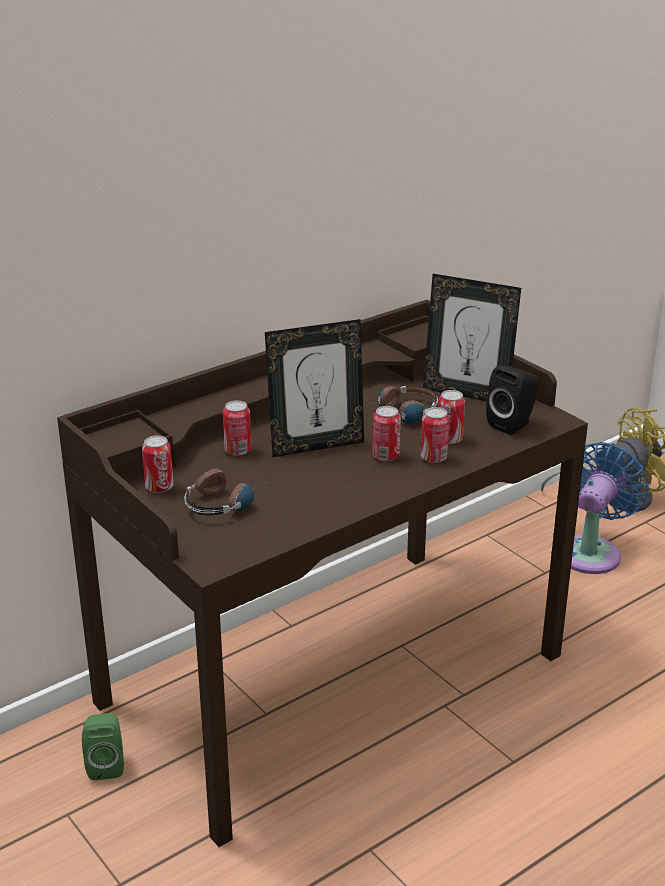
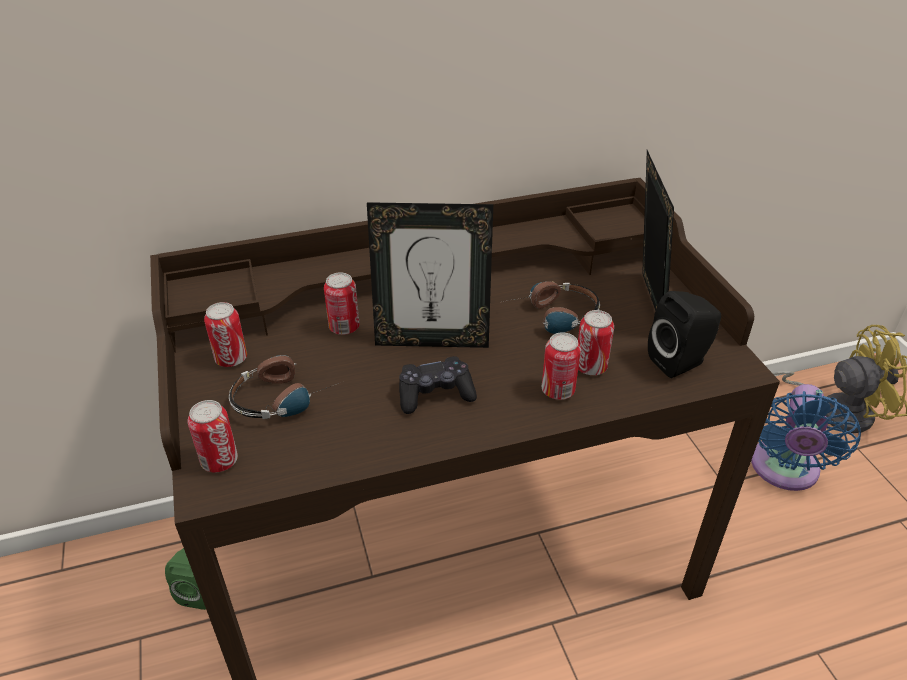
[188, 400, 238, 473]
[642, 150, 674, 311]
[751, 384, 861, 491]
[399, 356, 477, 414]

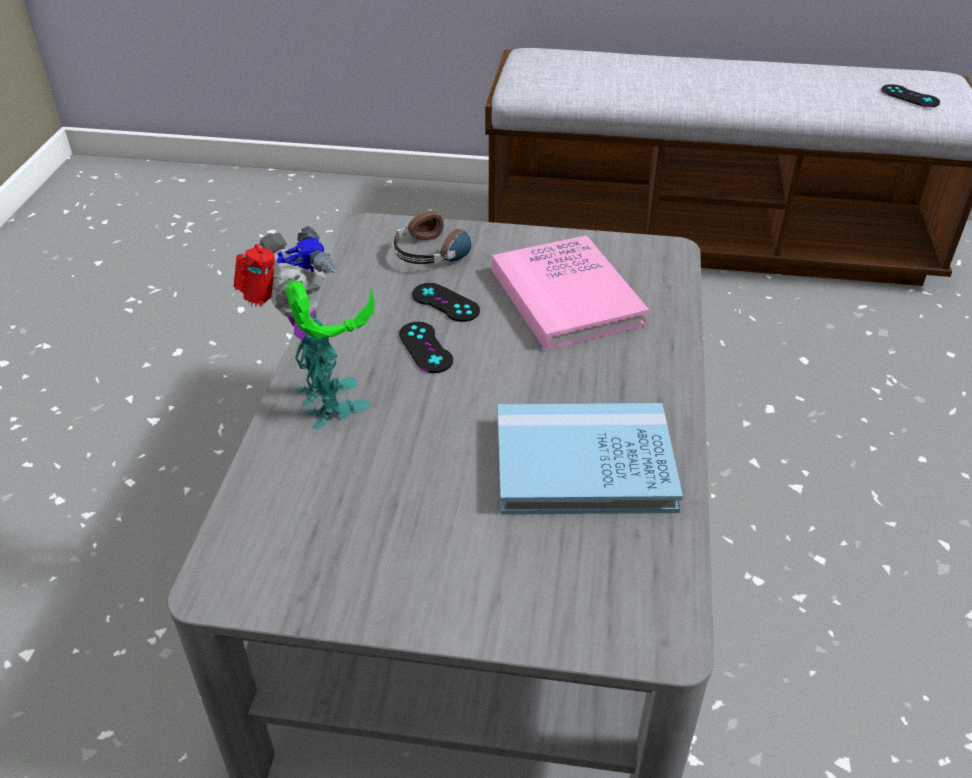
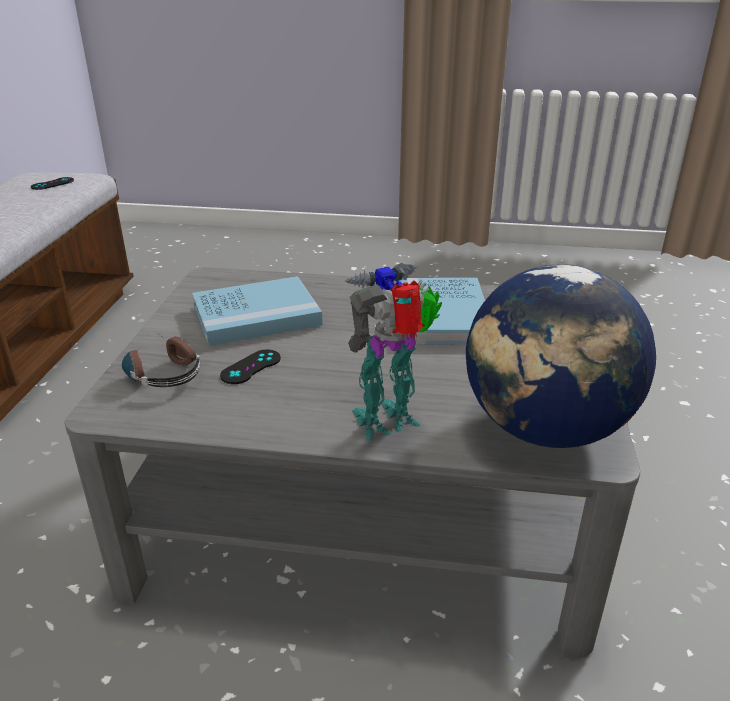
[399, 322, 453, 373] (first image)
[192, 276, 323, 346]
[466, 264, 656, 448]

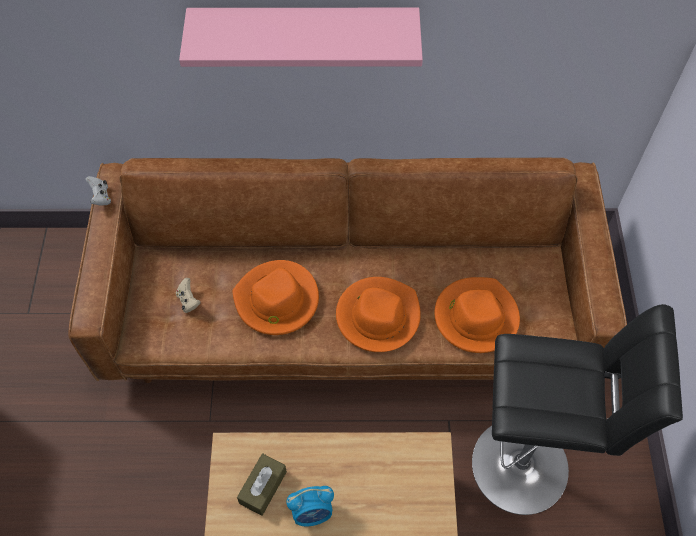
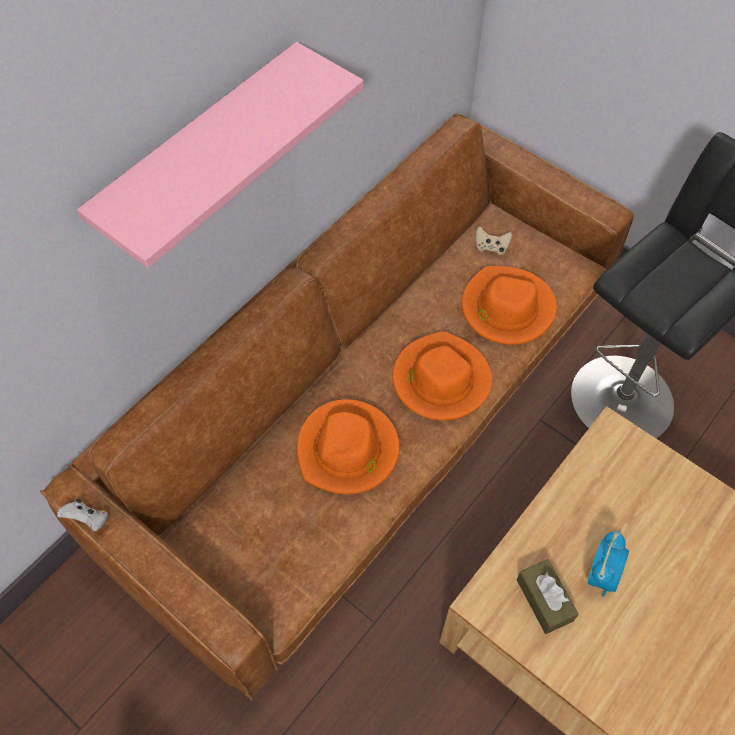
[476, 226, 512, 255]

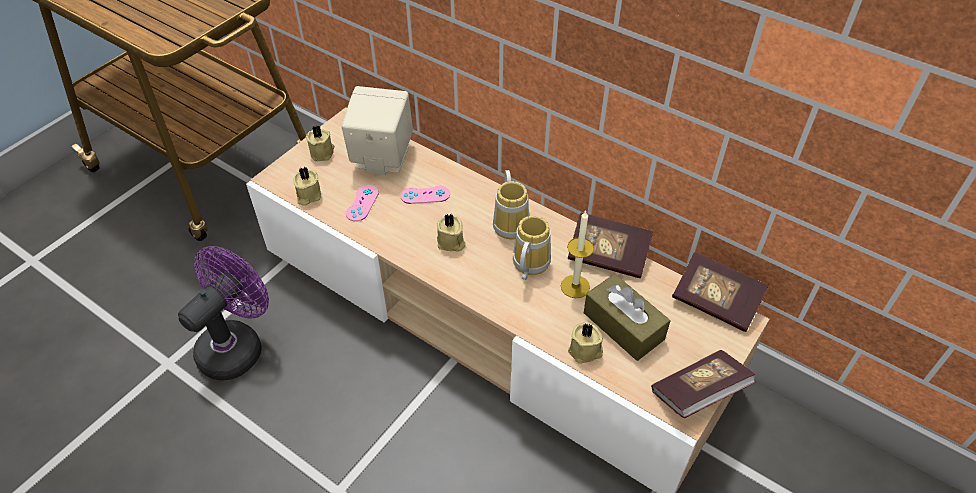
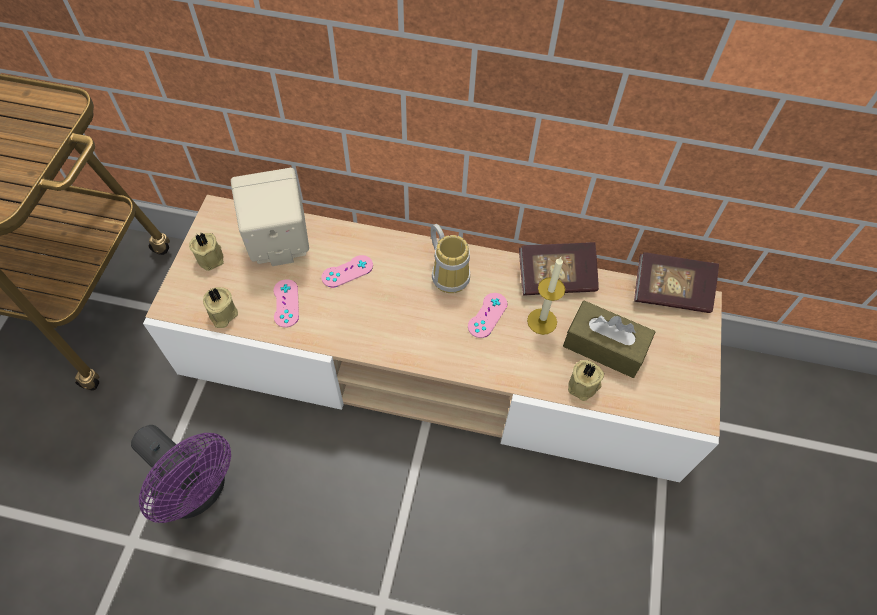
[131, 425, 231, 523]
[437, 214, 466, 252] (first image)
[468, 293, 507, 338]
[651, 350, 756, 418] (first image)

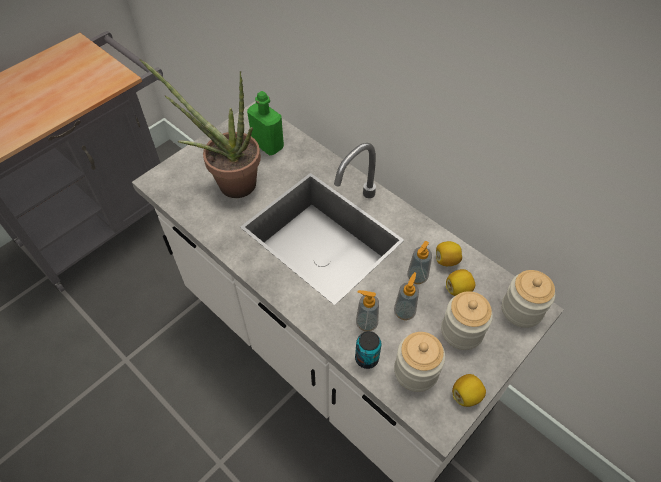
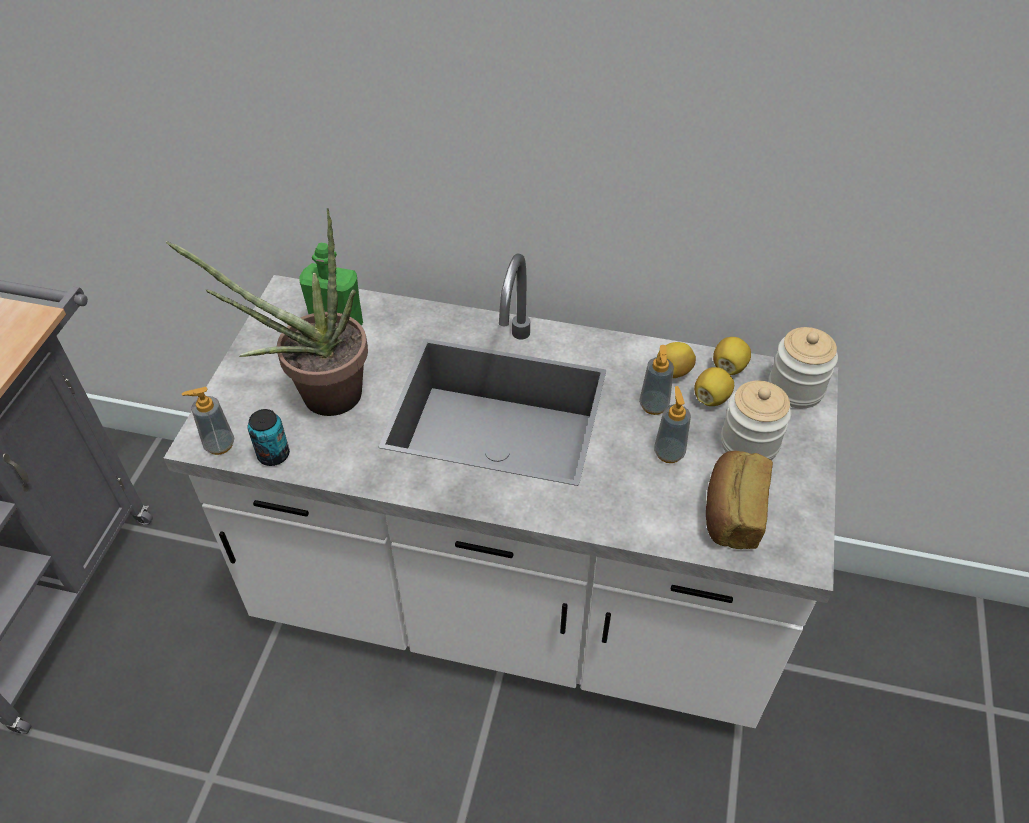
[248, 409, 290, 466]
[182, 387, 234, 455]
[706, 451, 773, 549]
[713, 337, 751, 375]

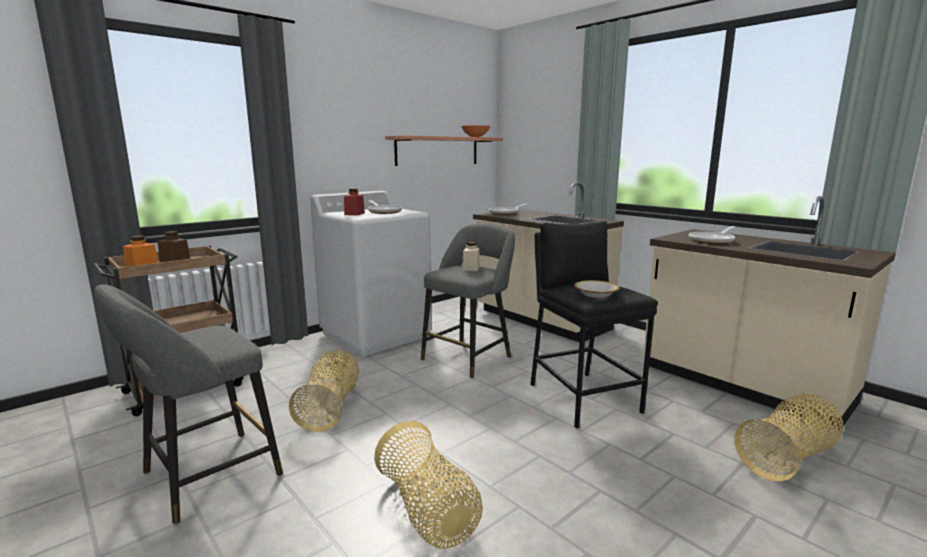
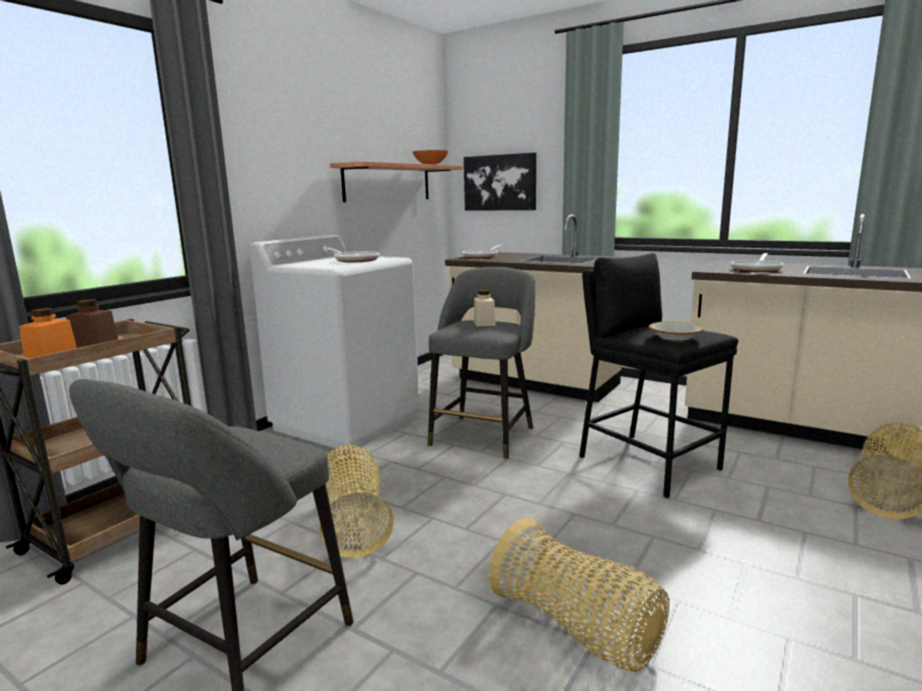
[344, 188, 365, 216] (first image)
[464, 153, 536, 211]

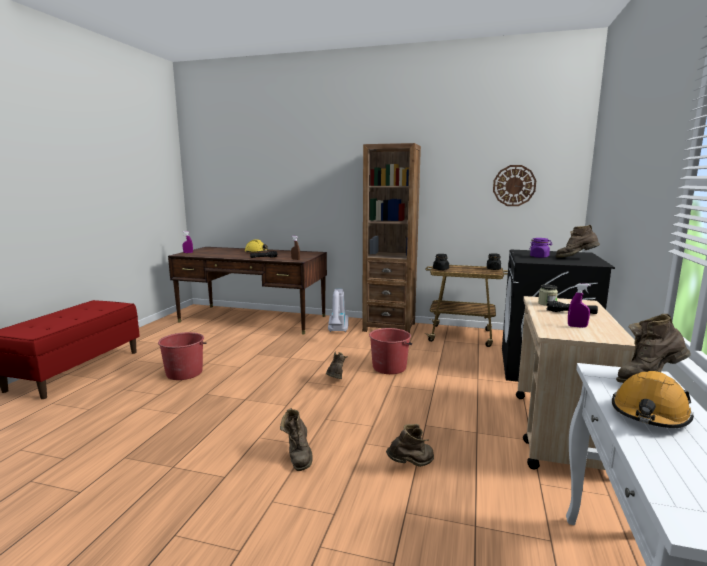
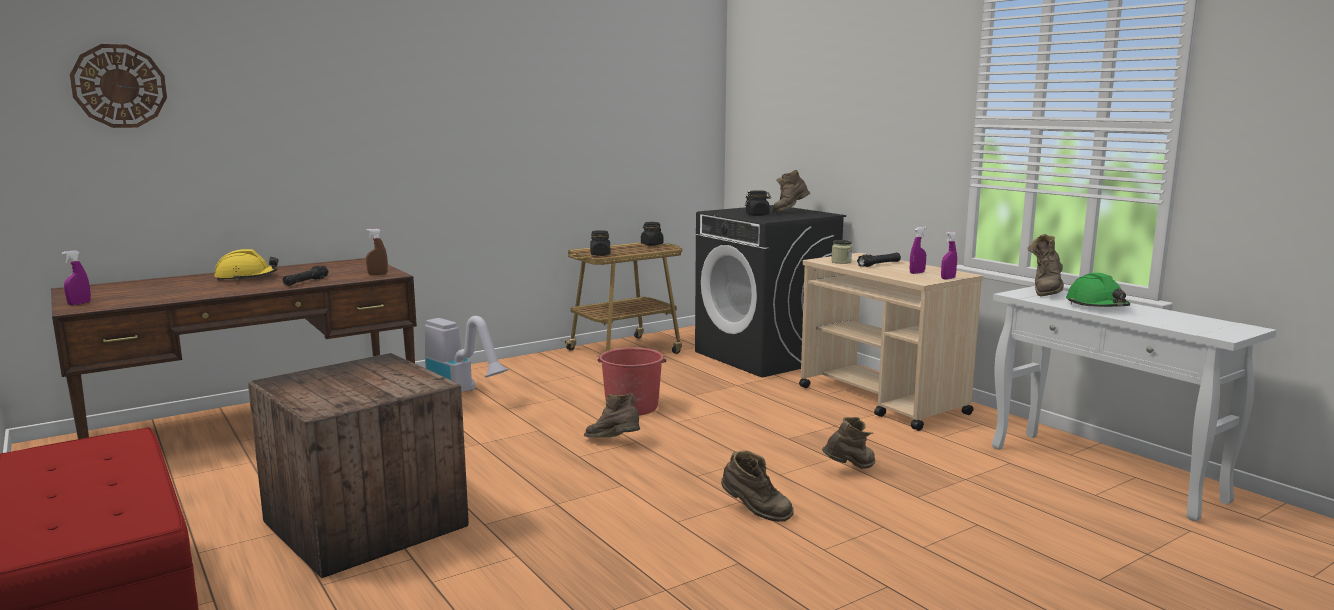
[248, 353, 469, 578]
[362, 143, 421, 333] (first image)
[822, 417, 875, 469]
[70, 44, 167, 128]
[745, 190, 771, 216]
[1066, 273, 1130, 307]
[941, 231, 957, 279]

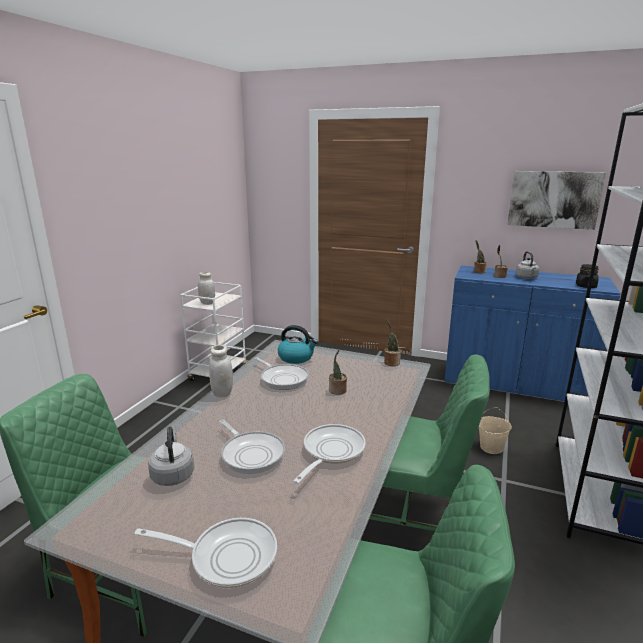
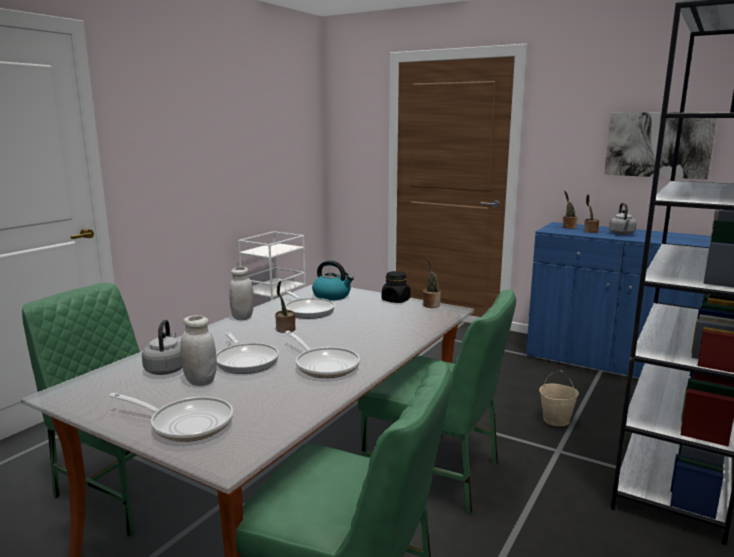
[180, 315, 217, 386]
[285, 331, 360, 378]
[275, 280, 296, 333]
[382, 271, 411, 303]

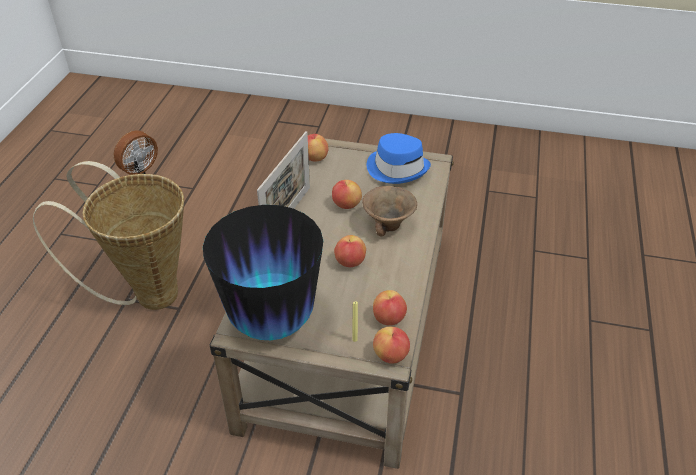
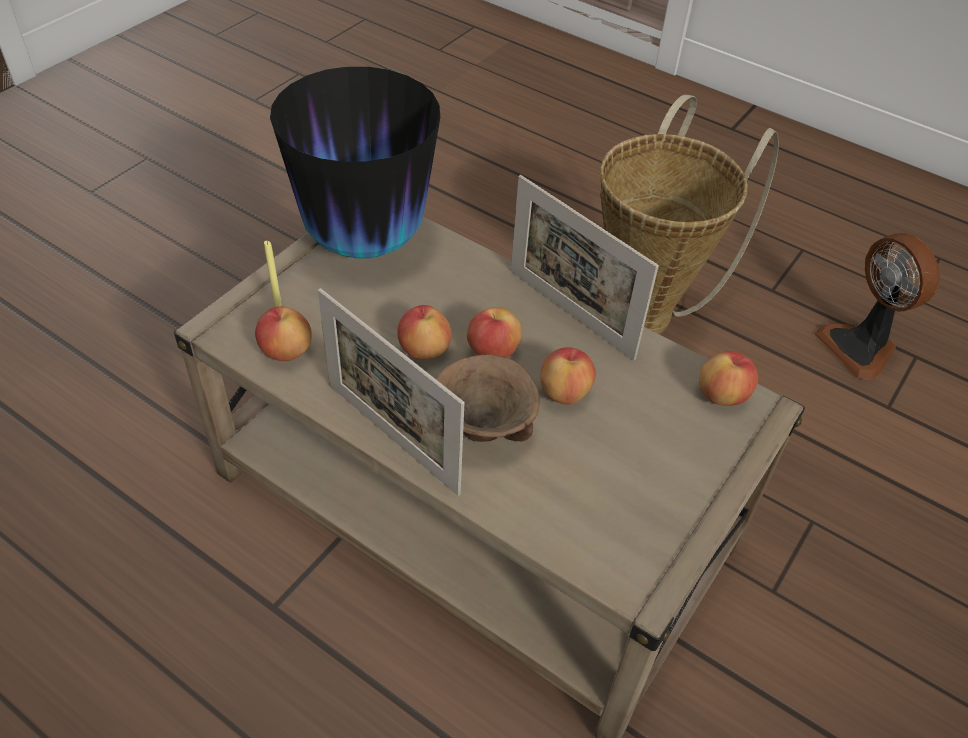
[367, 133, 431, 184] (first image)
[467, 307, 522, 358]
[318, 288, 464, 496]

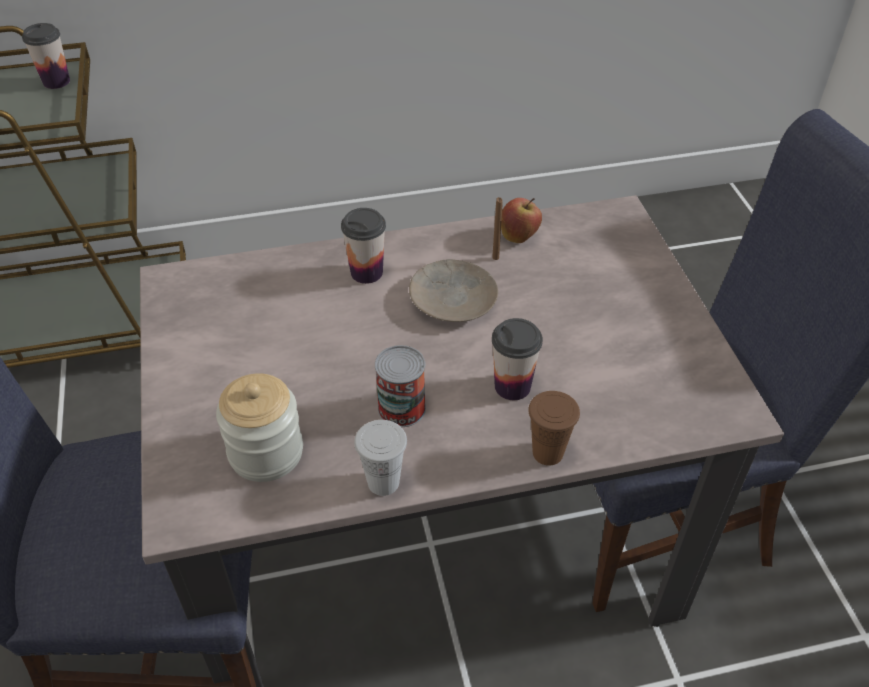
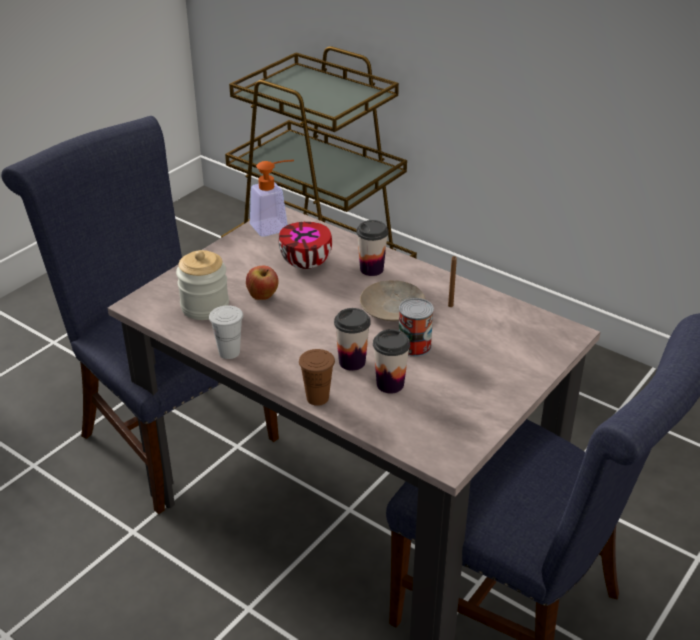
[373, 329, 410, 394]
[399, 298, 434, 357]
[246, 266, 278, 300]
[250, 160, 294, 237]
[279, 222, 332, 269]

